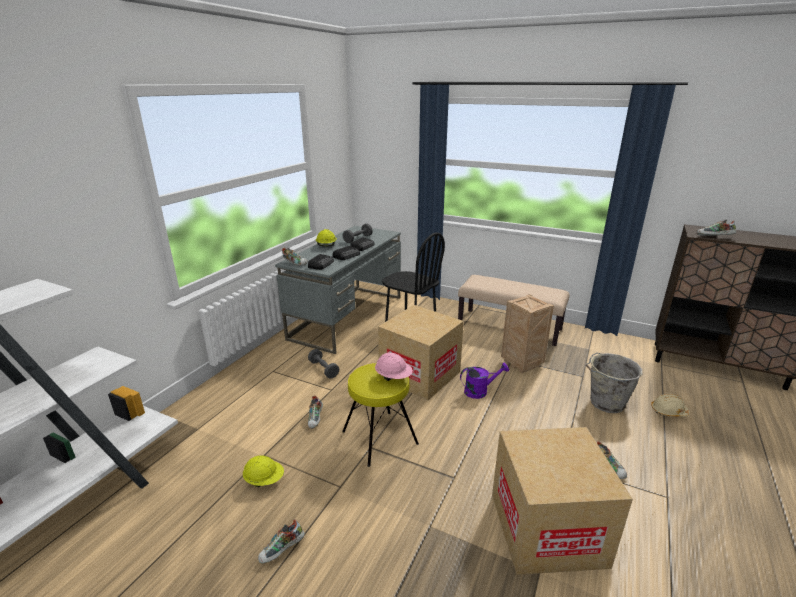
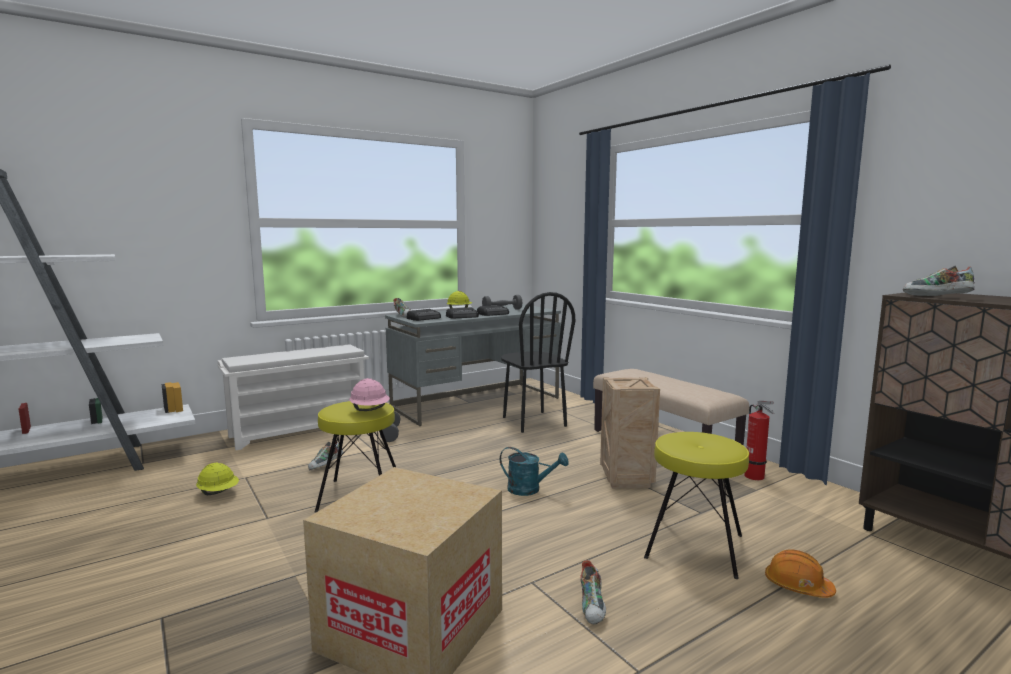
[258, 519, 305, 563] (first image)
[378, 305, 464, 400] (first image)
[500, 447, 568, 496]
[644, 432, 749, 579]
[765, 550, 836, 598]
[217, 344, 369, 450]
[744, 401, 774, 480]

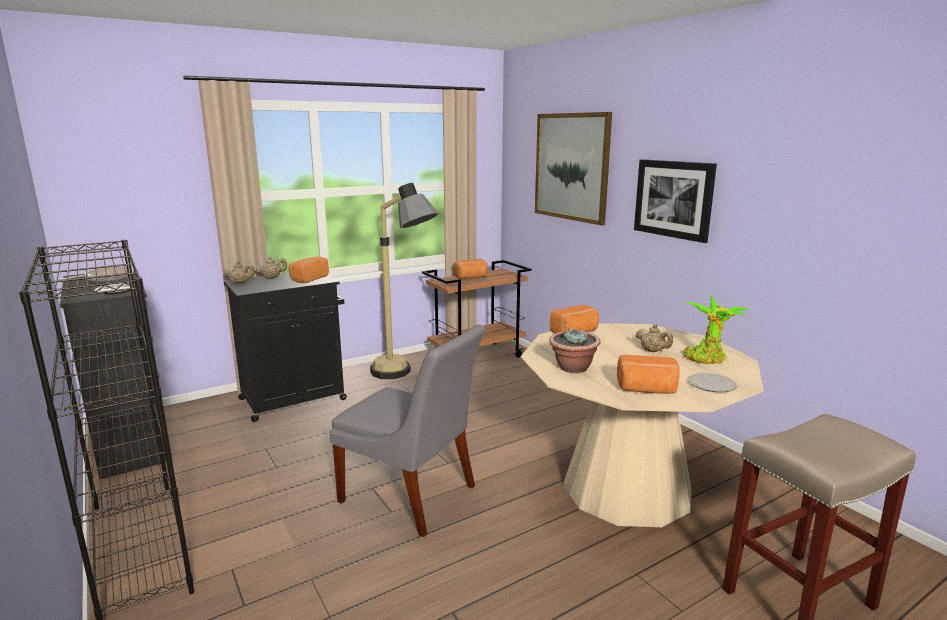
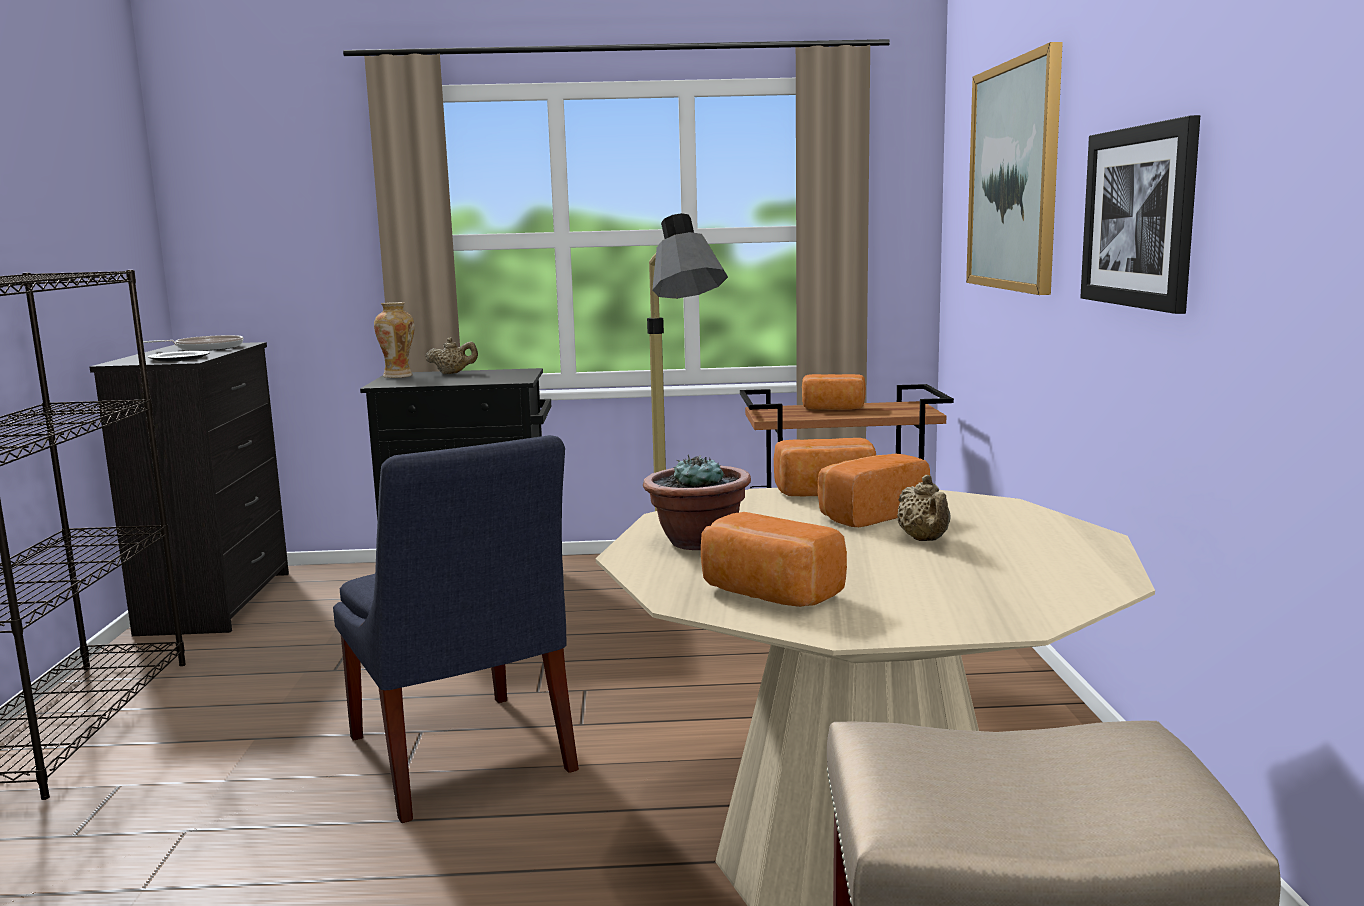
[374, 302, 415, 378]
[818, 453, 930, 527]
[333, 435, 579, 823]
[683, 296, 749, 364] (first image)
[688, 373, 737, 392] (first image)

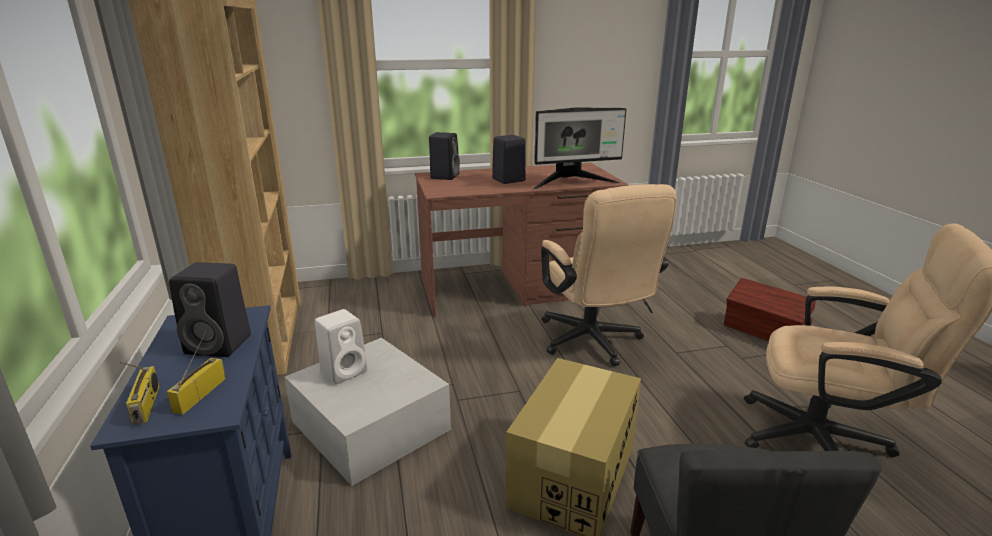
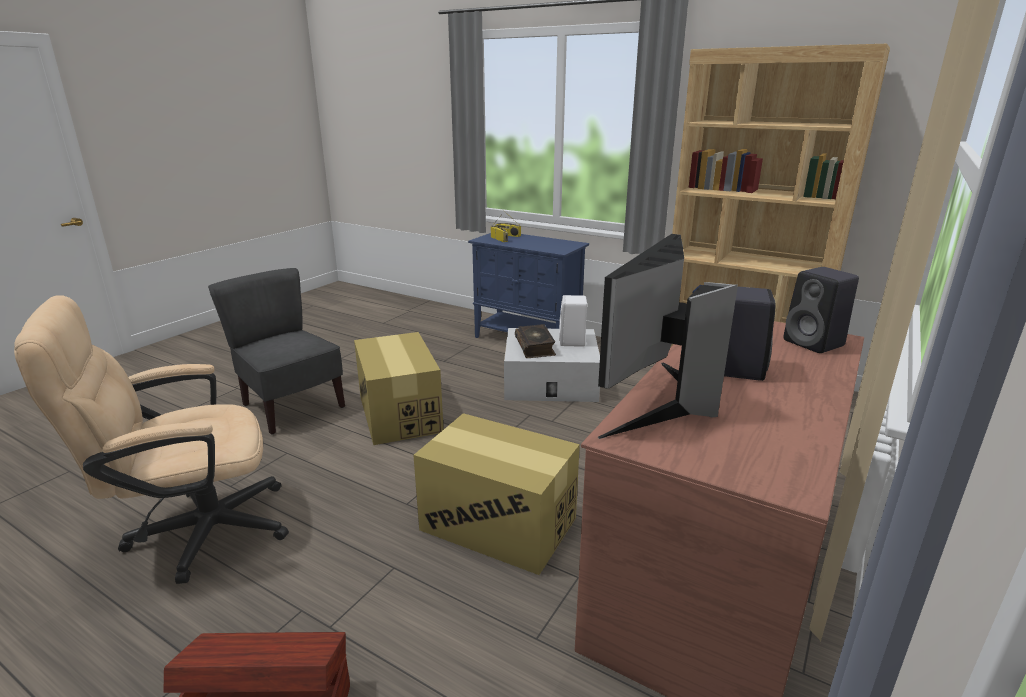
[169, 262, 251, 357] (first image)
[413, 413, 580, 575]
[515, 324, 556, 358]

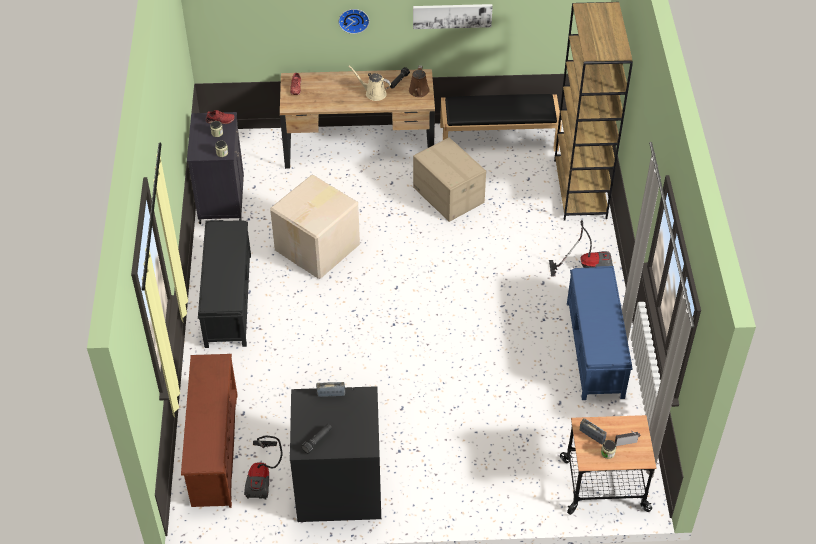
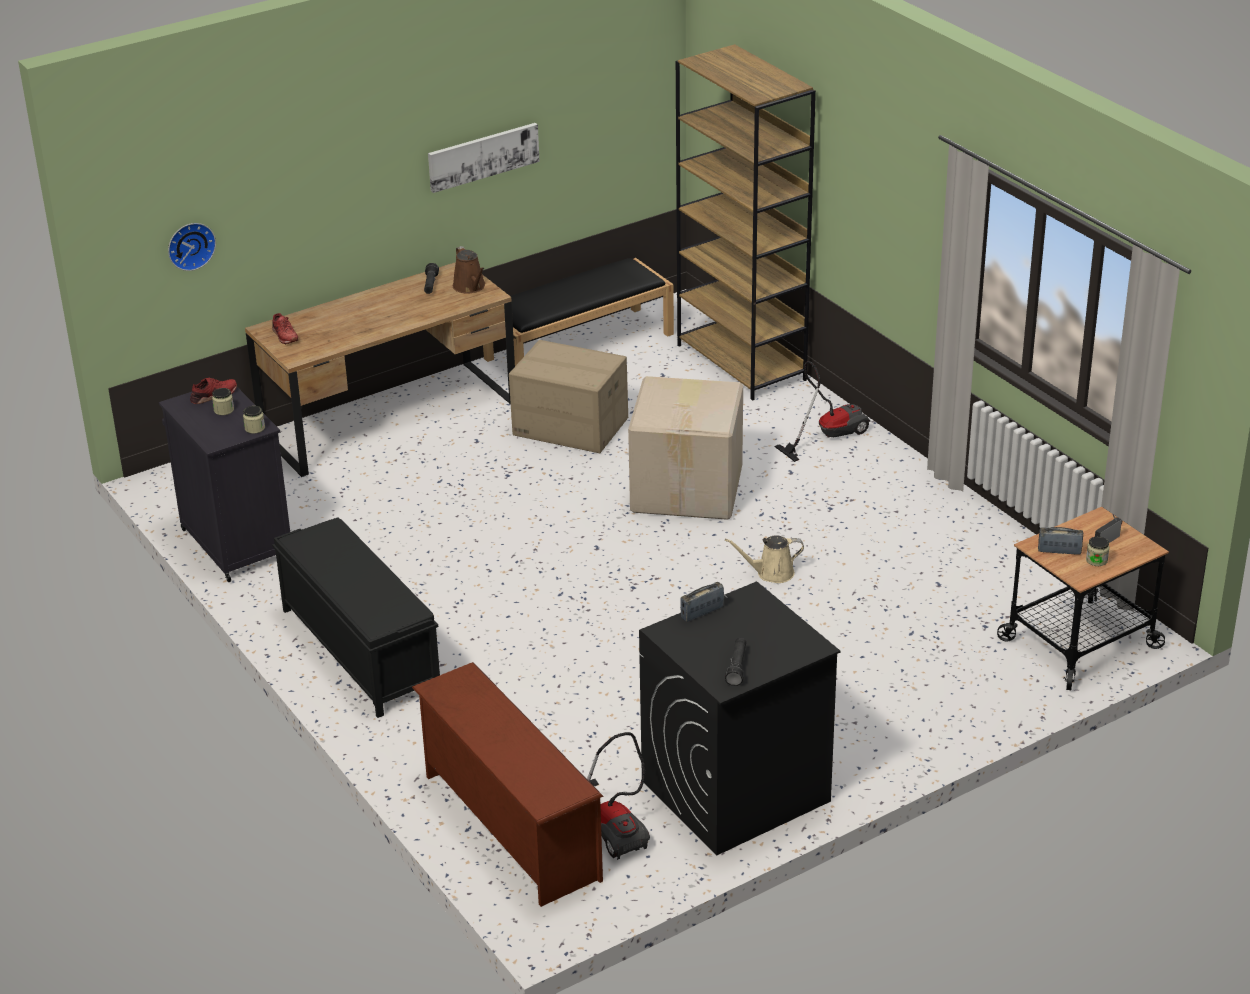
[628, 376, 743, 520]
[168, 223, 216, 271]
[725, 535, 804, 583]
[567, 266, 633, 400] (first image)

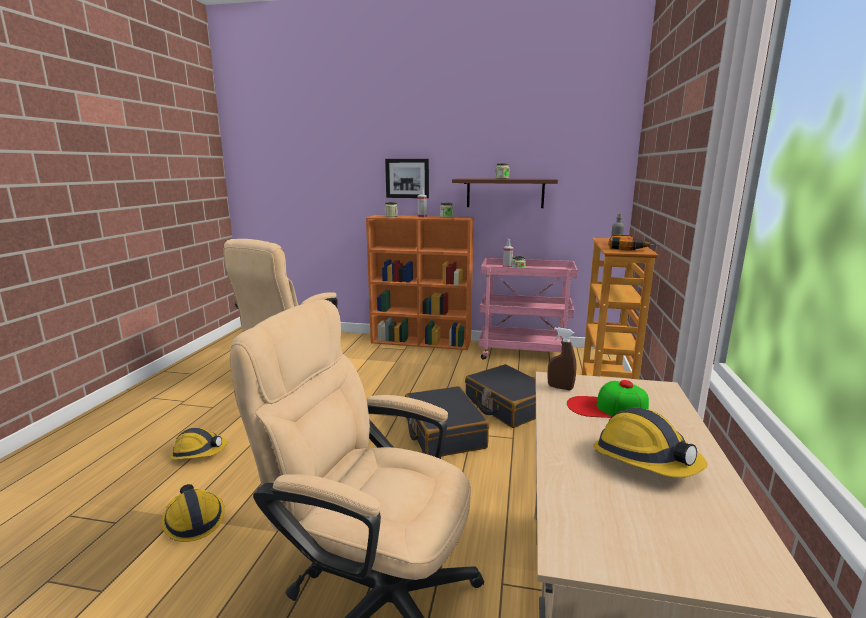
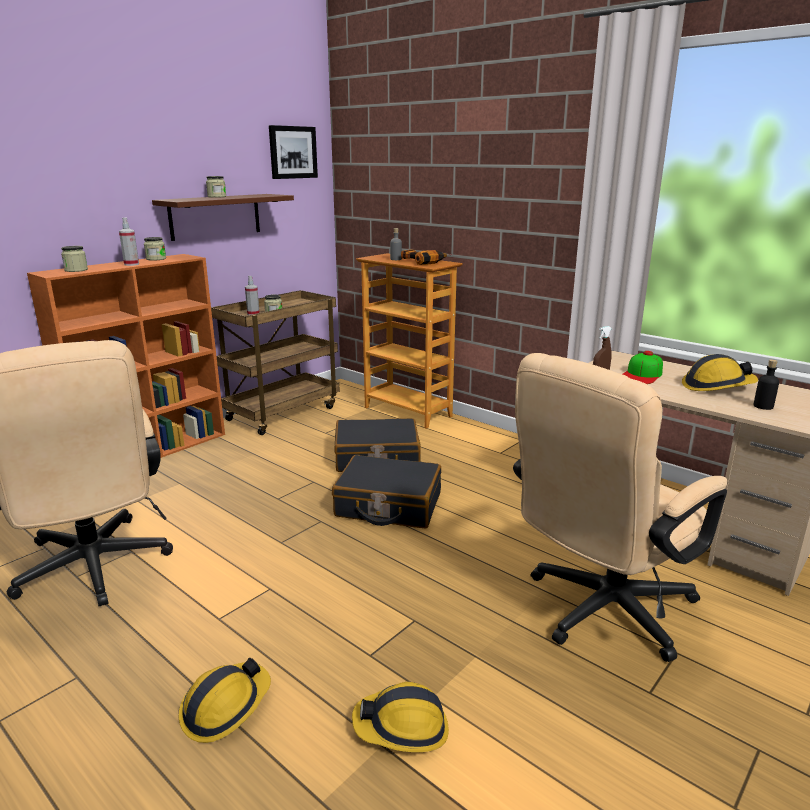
[269, 125, 318, 179]
[211, 290, 340, 435]
[754, 359, 779, 410]

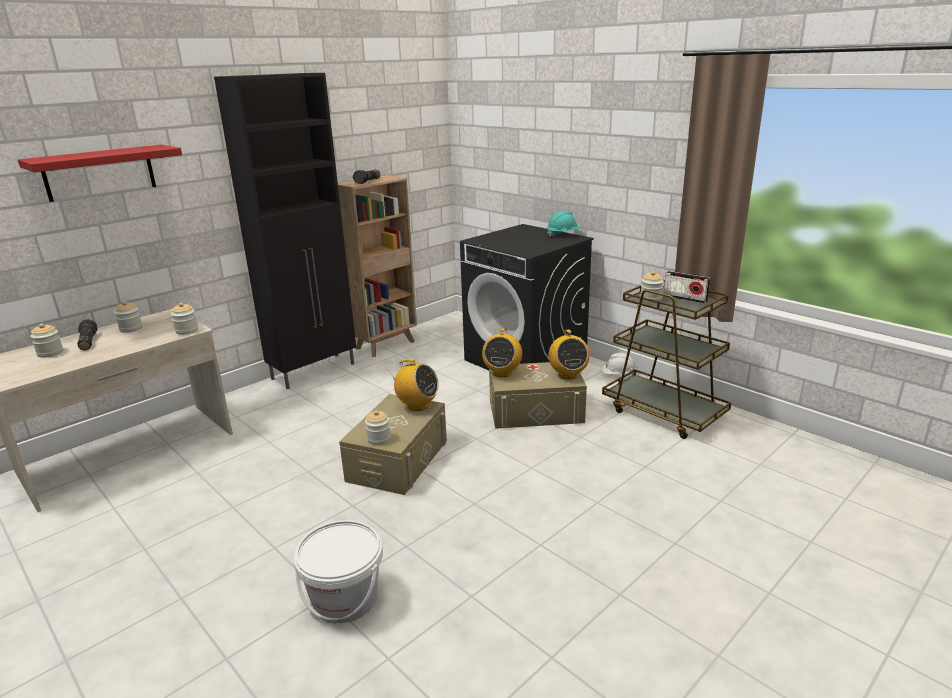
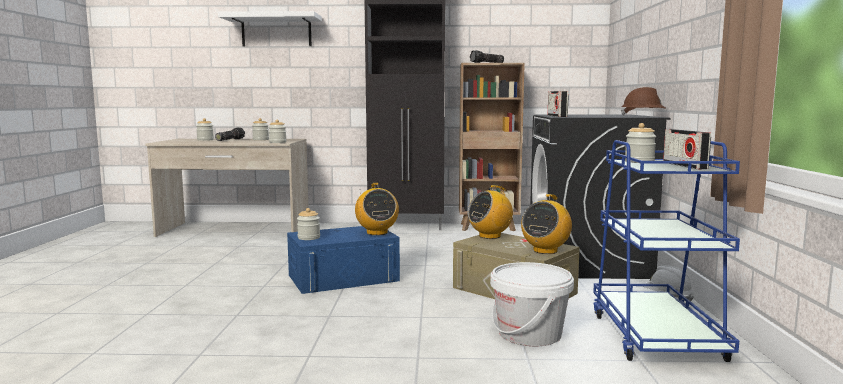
[218, 11, 322, 46]
[490, 262, 574, 346]
[287, 226, 400, 294]
[621, 87, 667, 116]
[593, 140, 740, 362]
[548, 91, 569, 117]

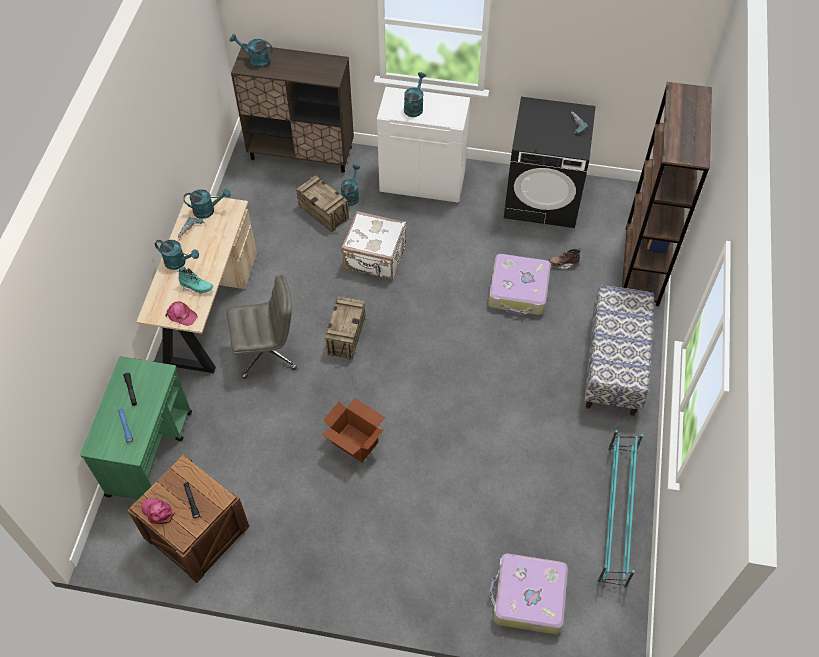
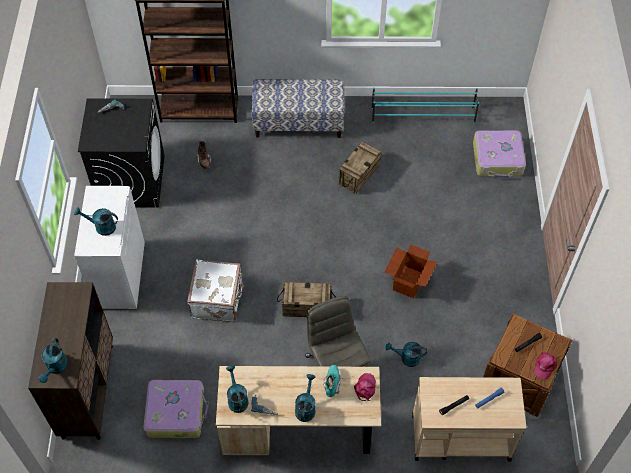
[412, 377, 526, 462]
[338, 142, 381, 194]
[385, 342, 427, 367]
[143, 380, 209, 438]

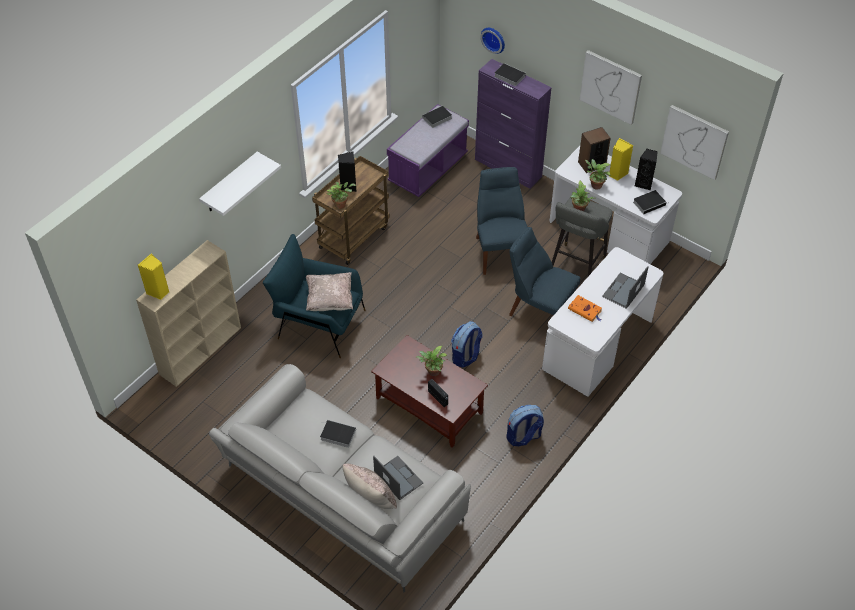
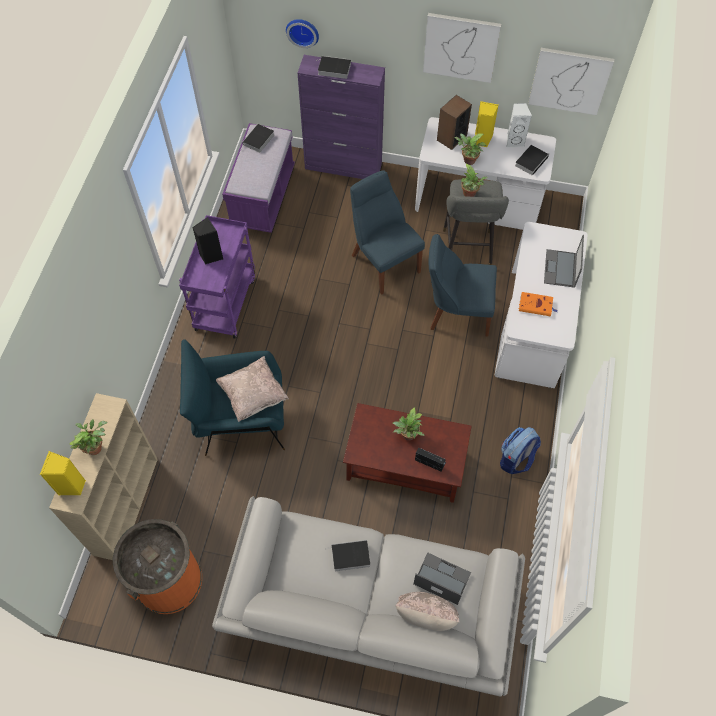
[199, 152, 281, 216] (first image)
[179, 215, 255, 339]
[69, 419, 108, 455]
[451, 321, 482, 368] (first image)
[506, 103, 532, 148]
[113, 519, 202, 614]

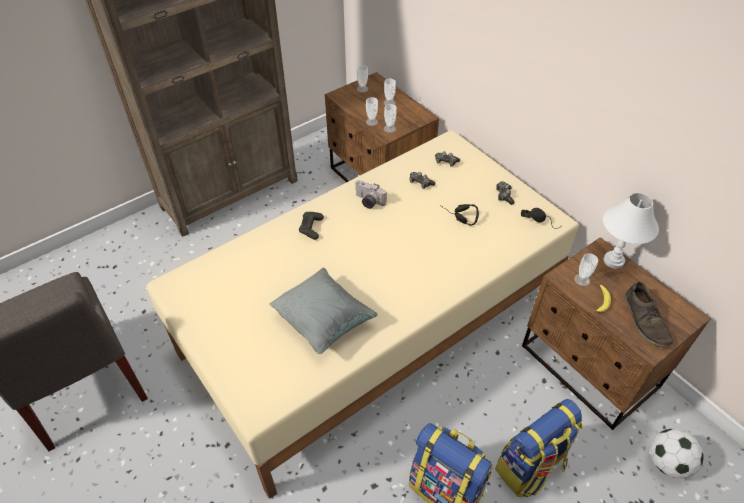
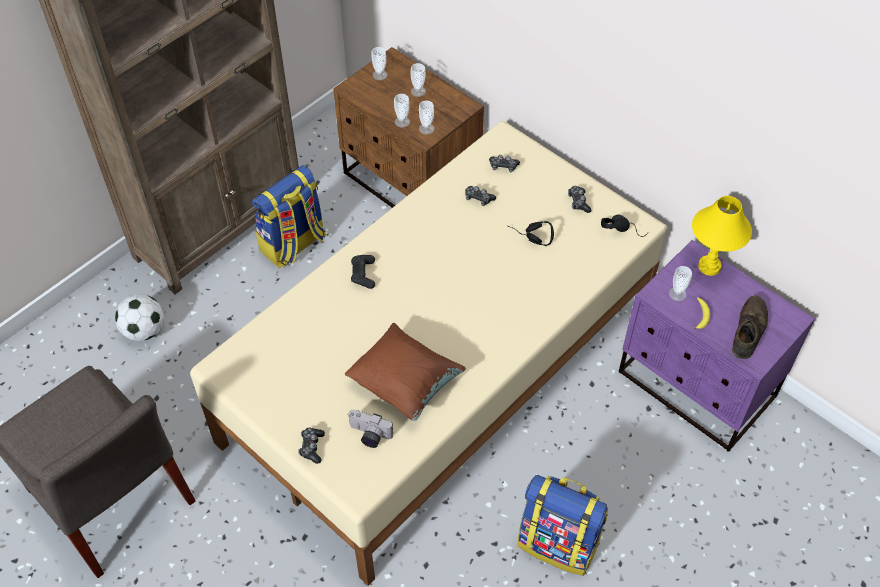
[345, 323, 466, 421]
[348, 410, 393, 448]
[252, 165, 325, 268]
[619, 240, 815, 451]
[692, 196, 752, 276]
[732, 296, 768, 359]
[115, 294, 164, 341]
[298, 428, 325, 464]

